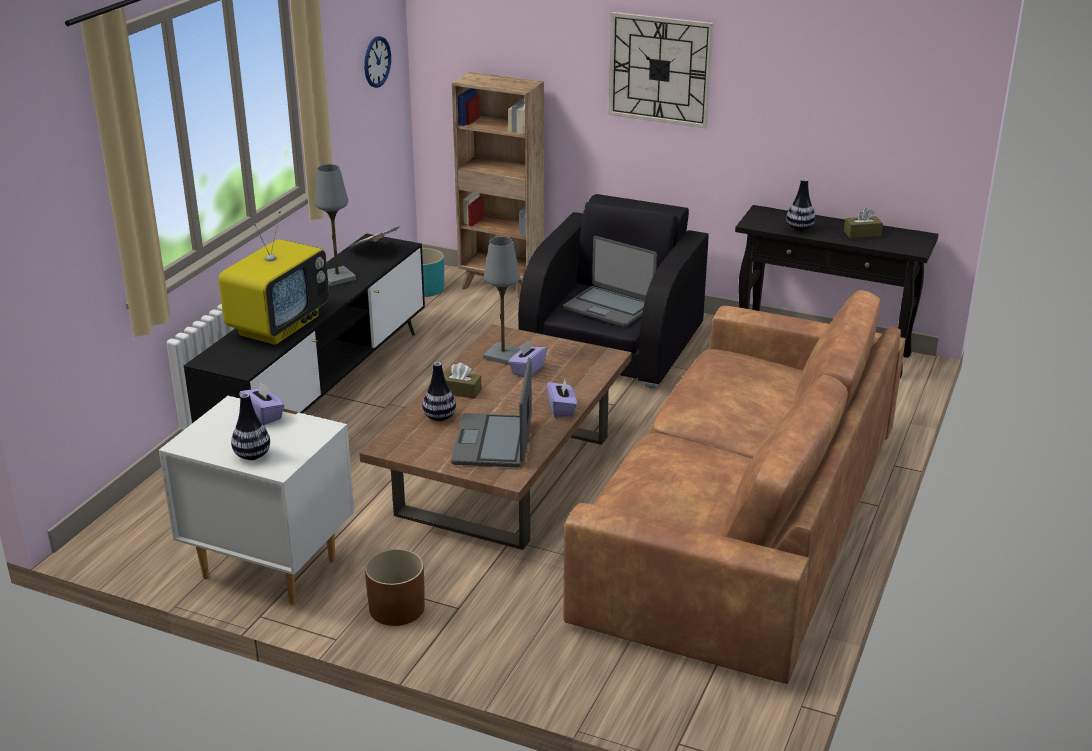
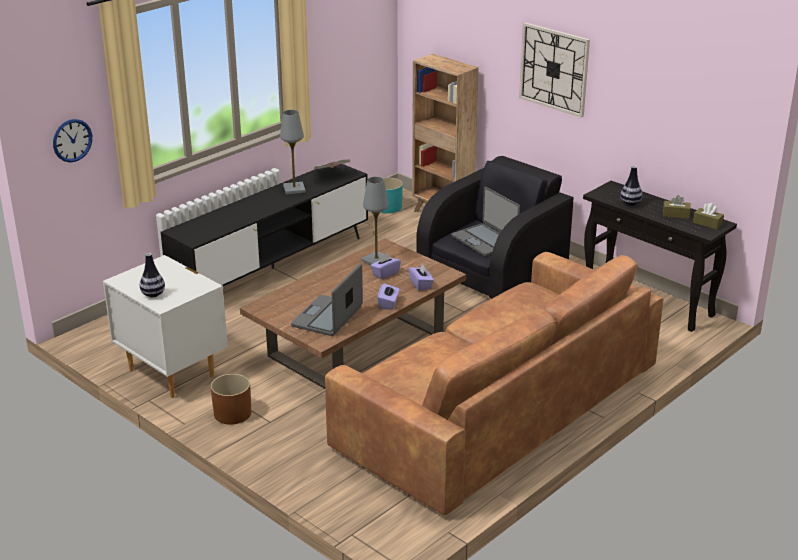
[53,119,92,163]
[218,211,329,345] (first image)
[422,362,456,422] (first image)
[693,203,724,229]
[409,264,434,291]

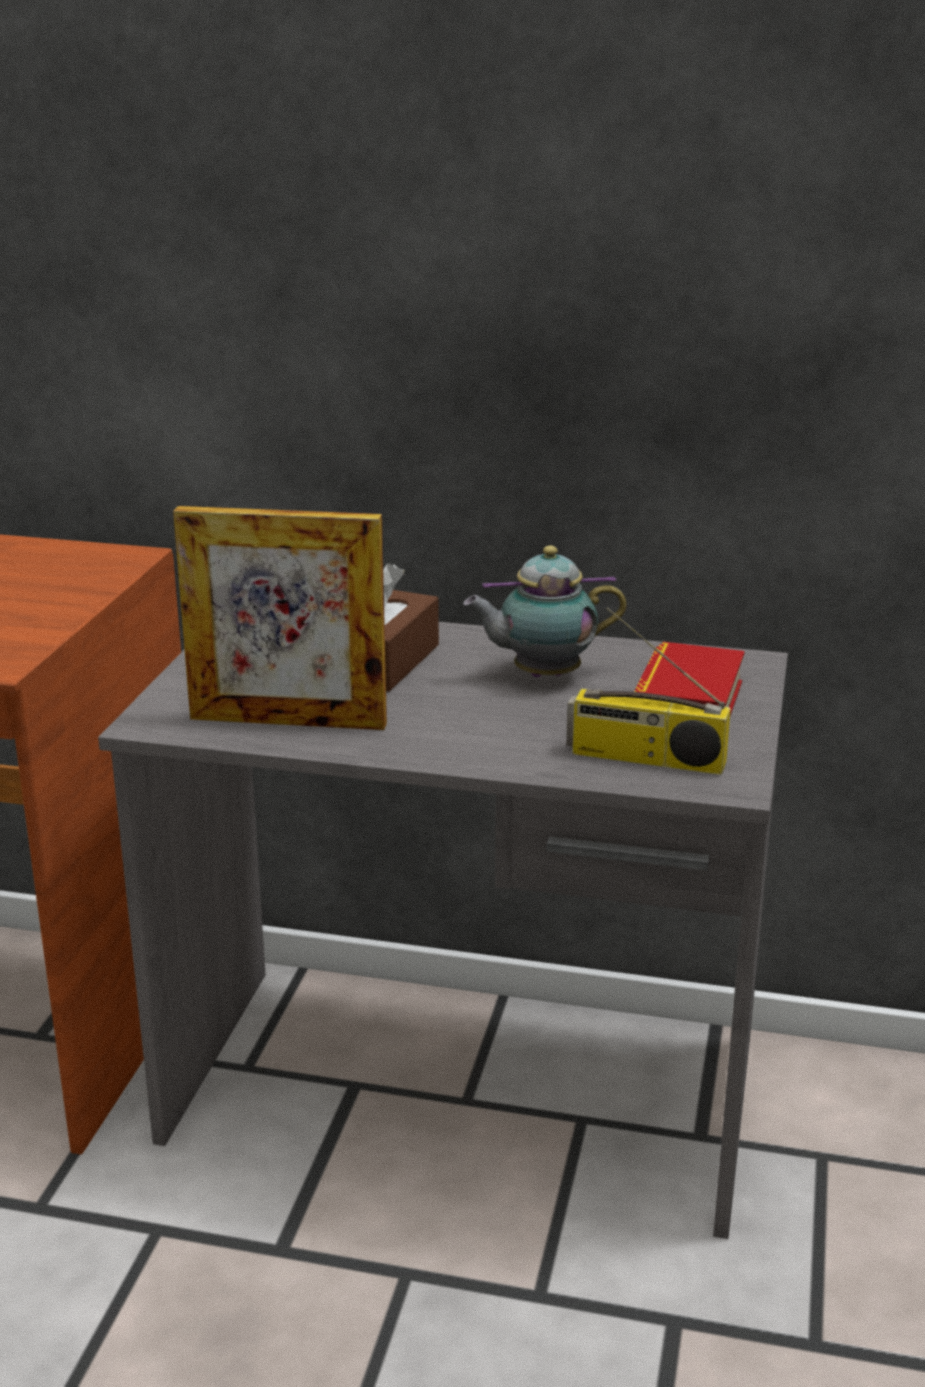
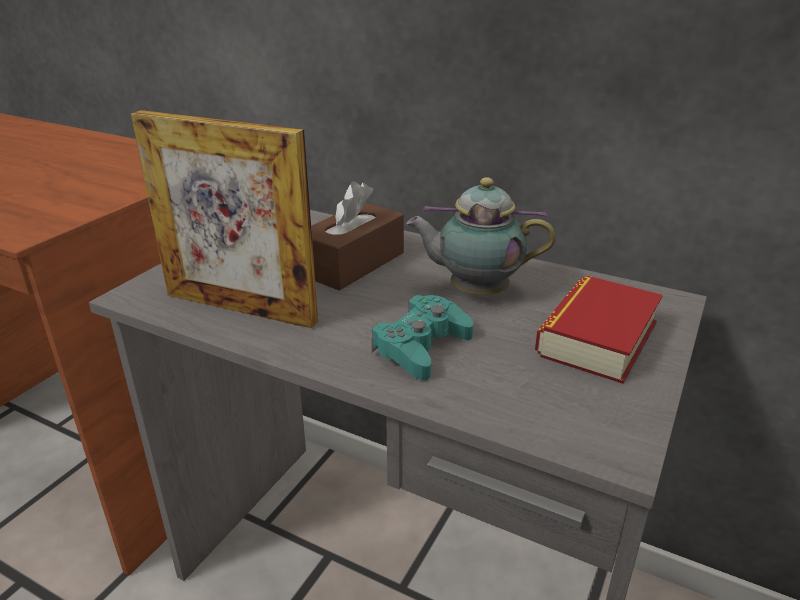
[566,607,731,775] (first image)
[371,295,473,380]

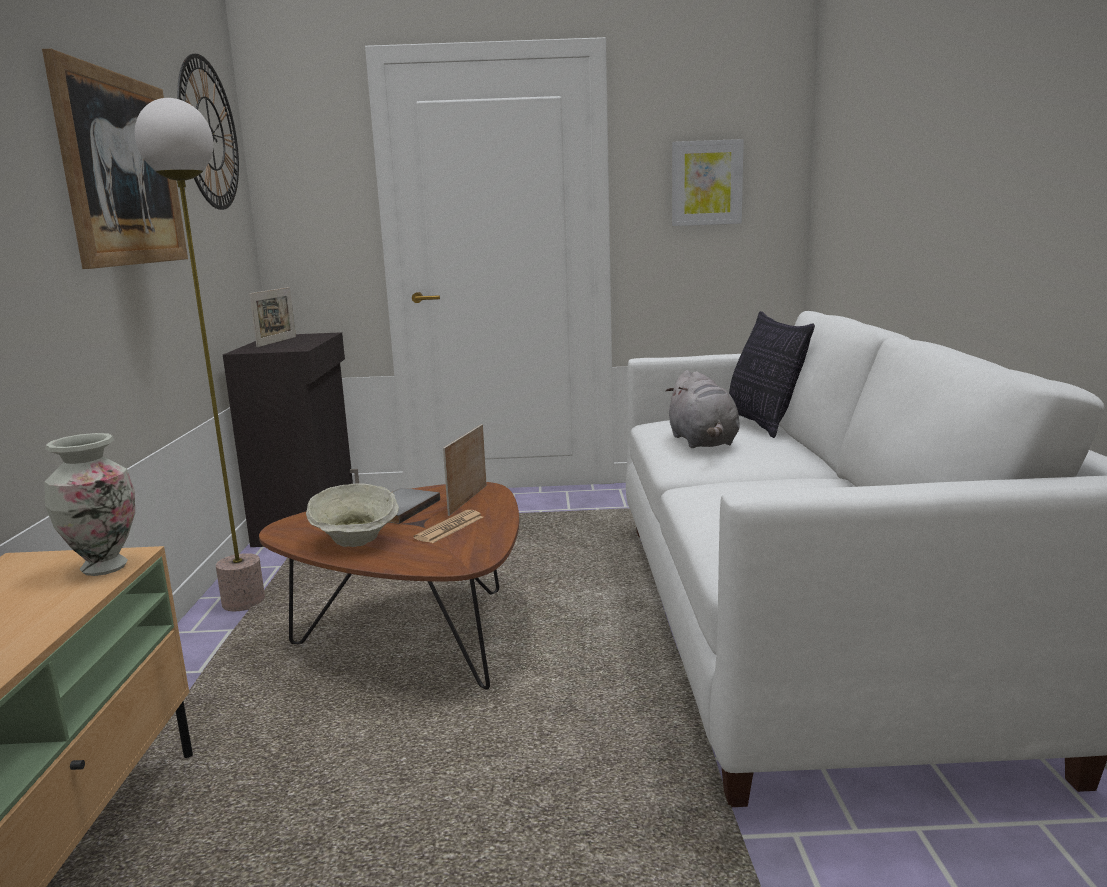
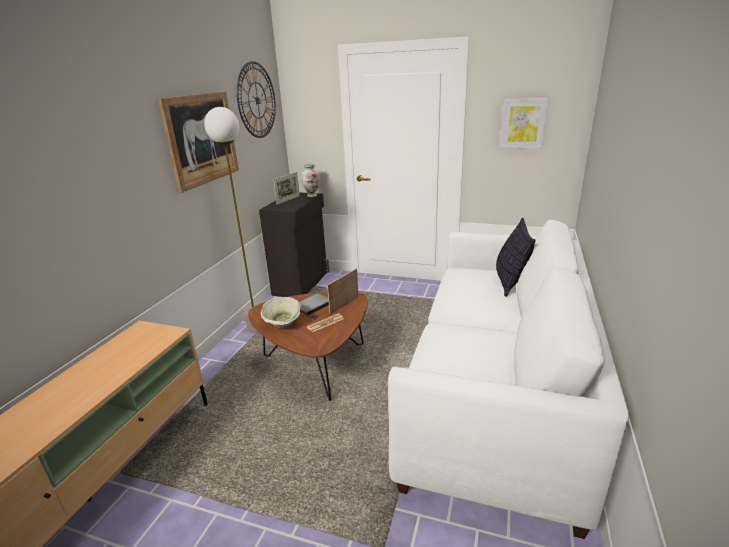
[666,370,740,448] (first image)
[301,163,320,197]

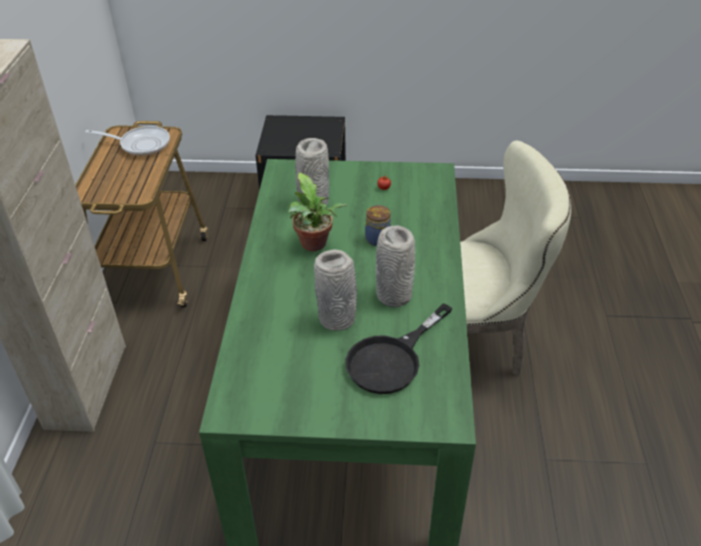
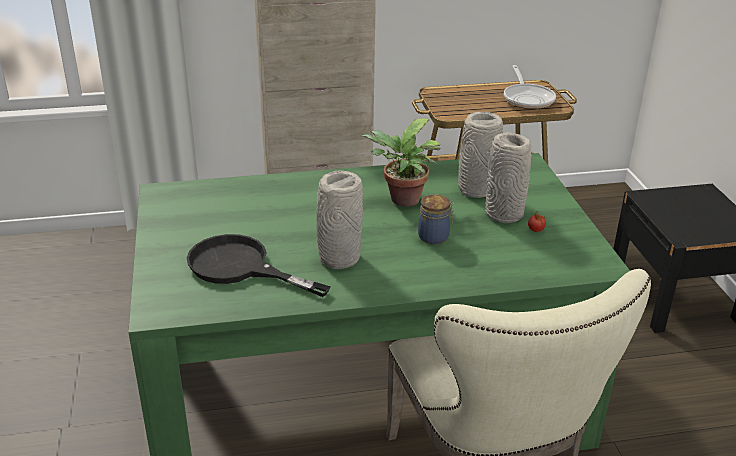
[485,132,531,223]

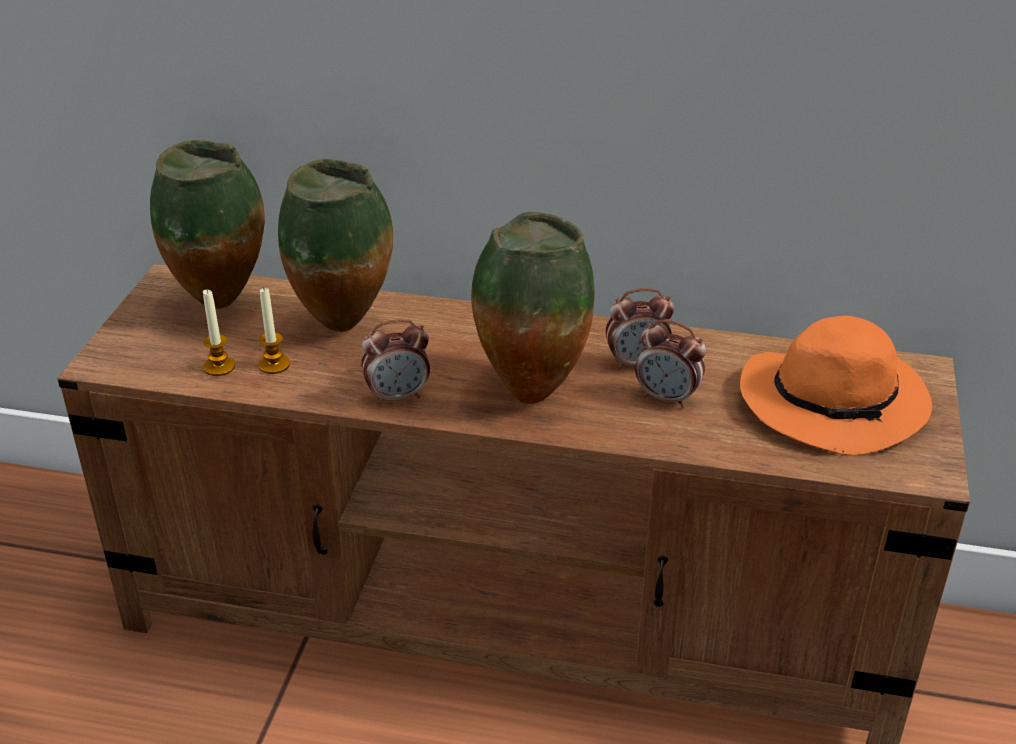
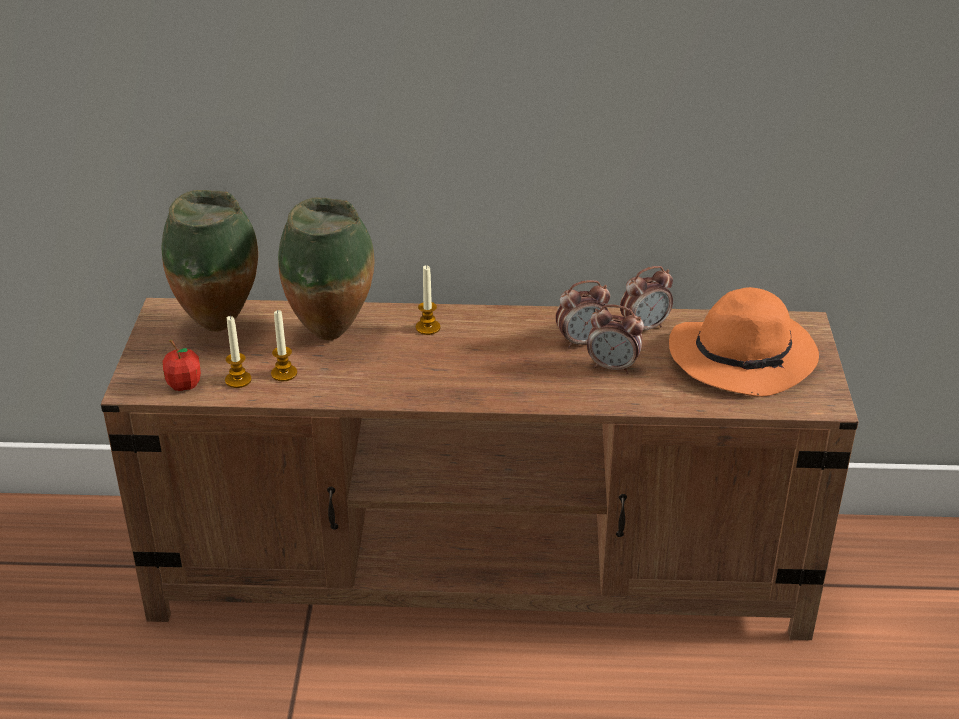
[471,212,594,404] (first image)
[620,266,673,330]
[416,265,440,335]
[162,340,201,391]

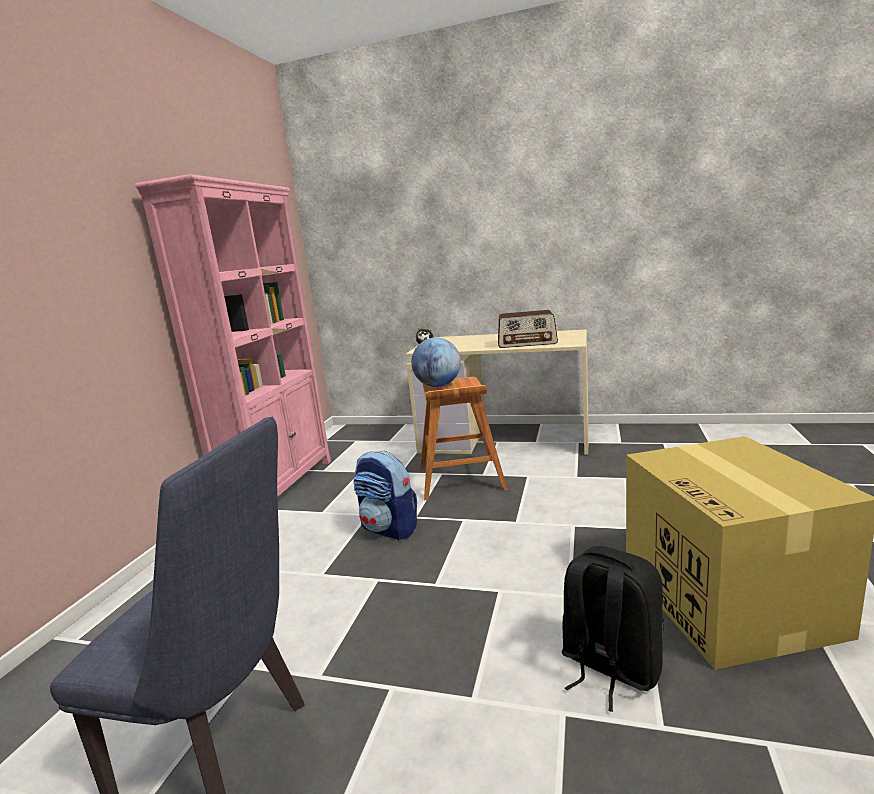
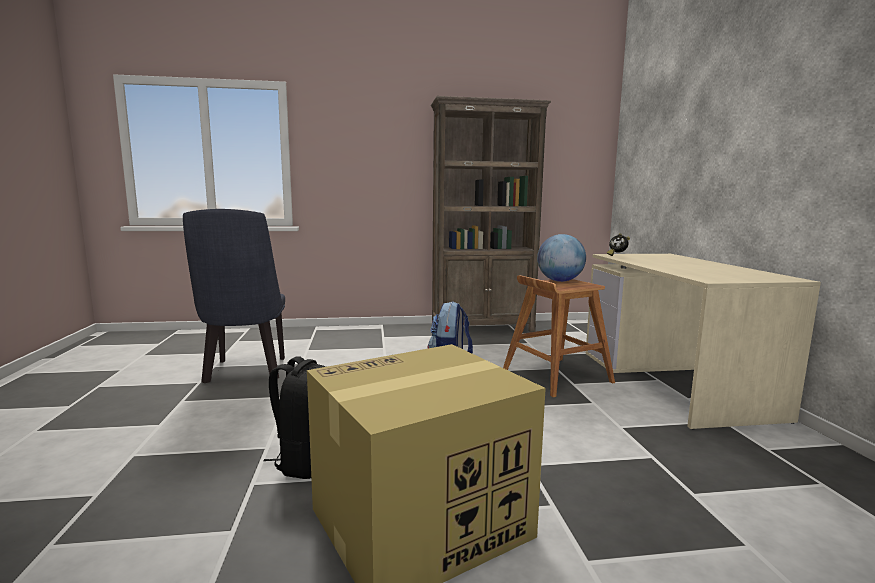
[431,96,551,332]
[498,310,558,348] (first image)

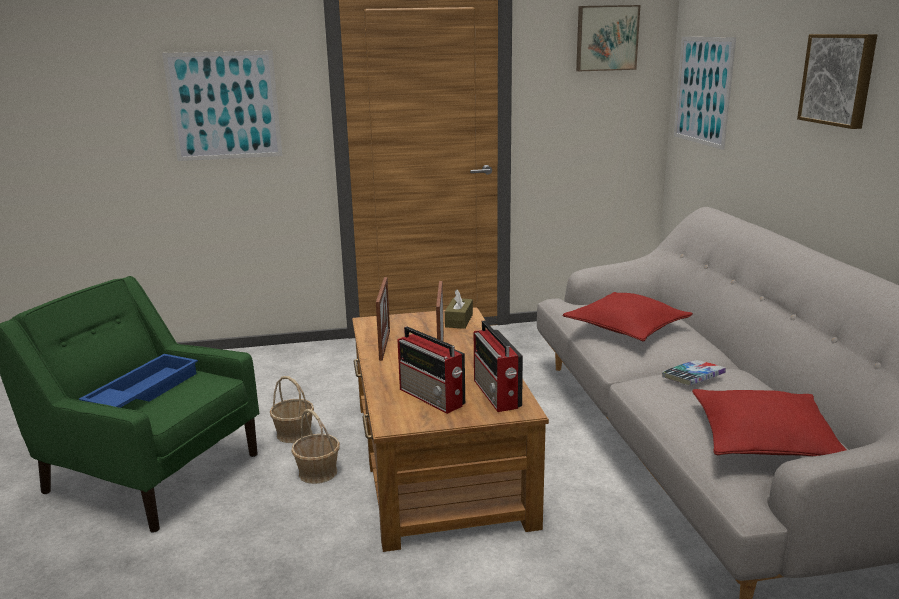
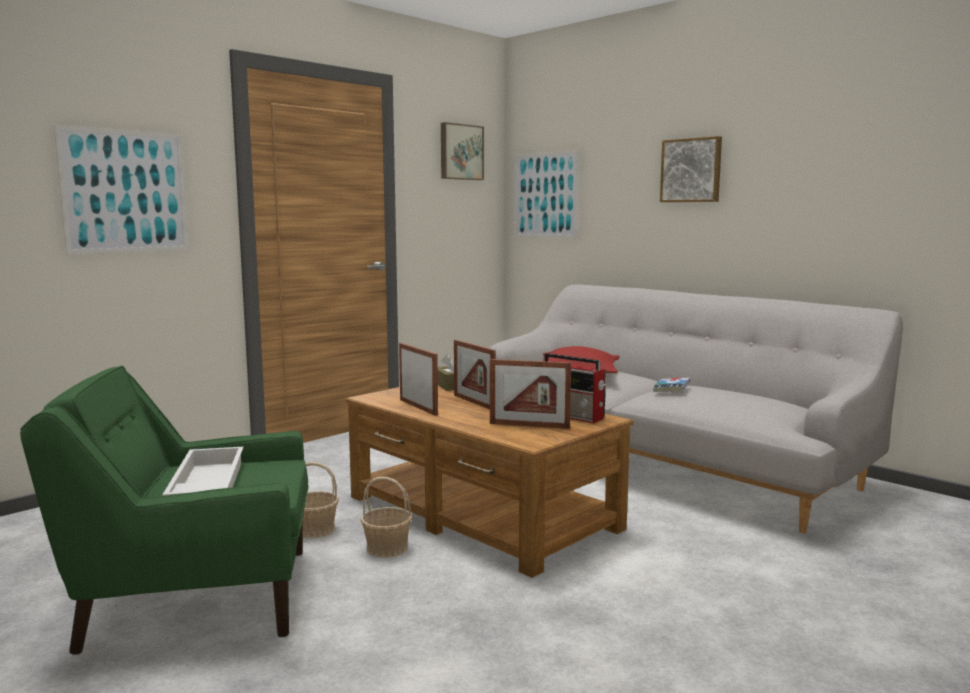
[490,359,571,429]
[162,447,243,496]
[692,389,847,456] (first image)

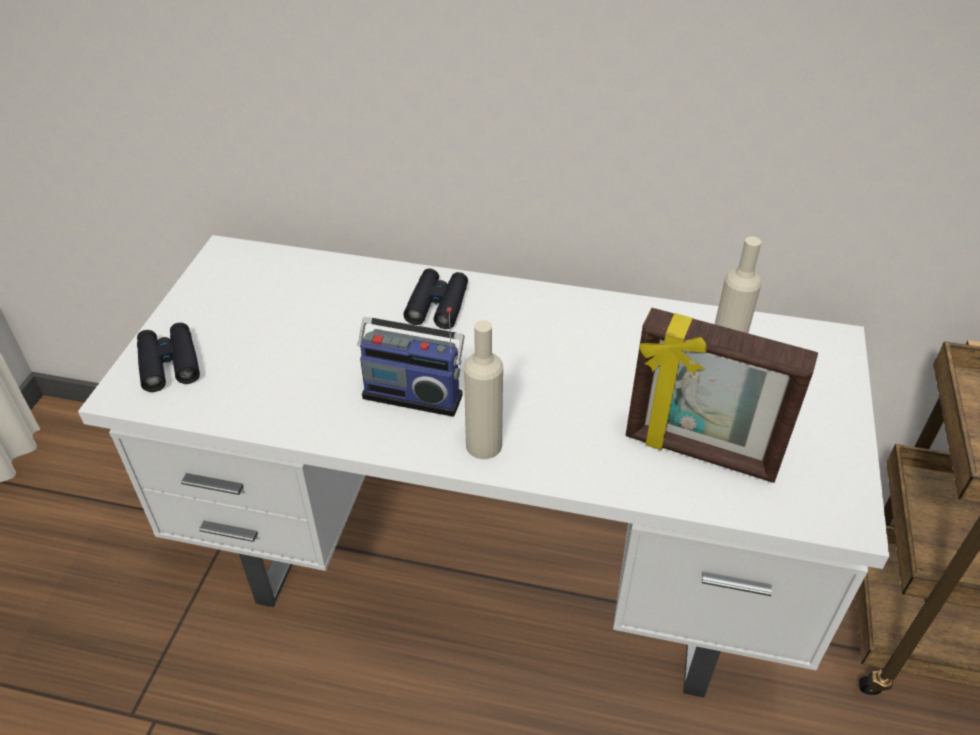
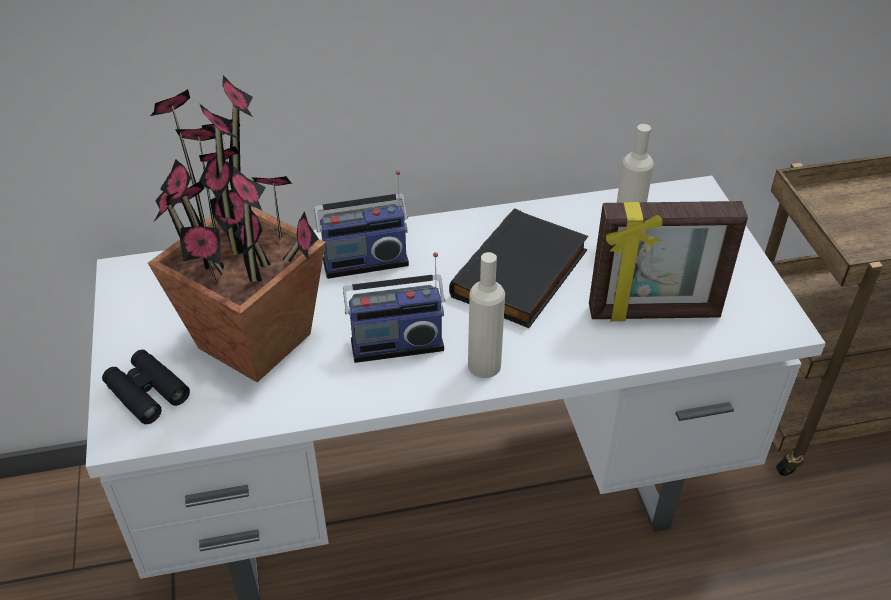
[314,170,409,279]
[148,75,326,382]
[449,208,589,328]

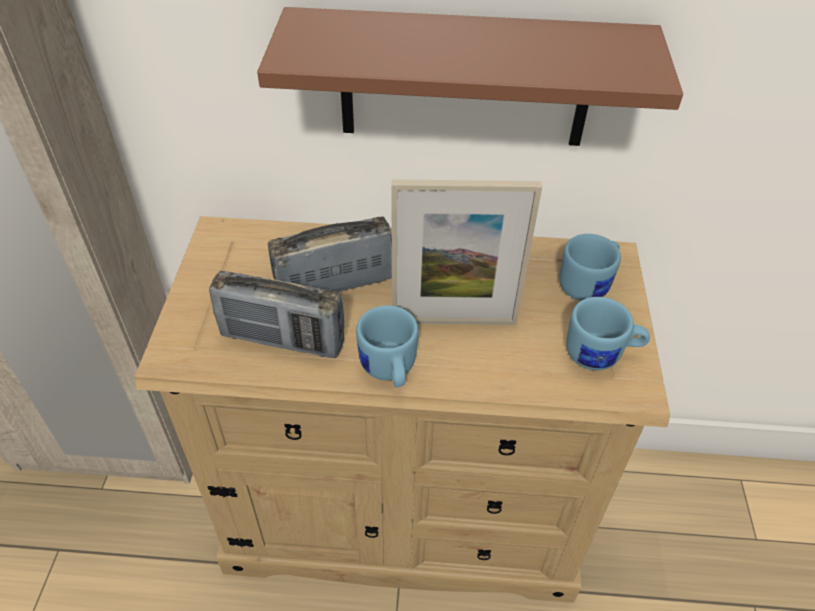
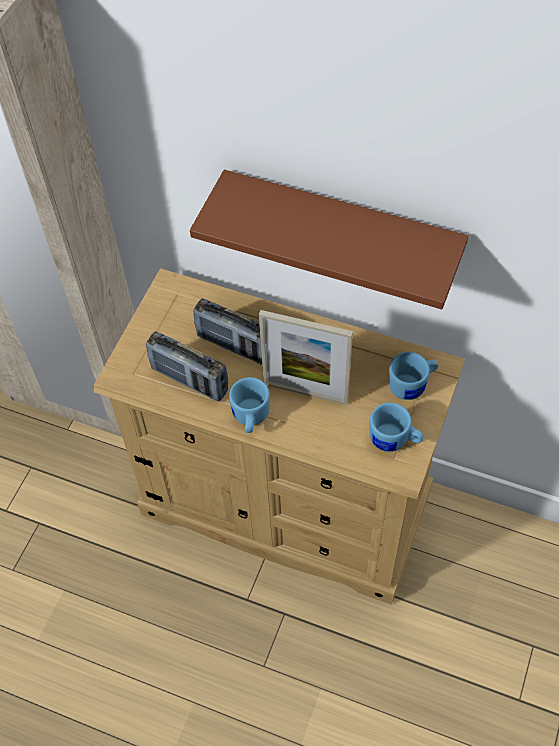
[193,298,262,365]

